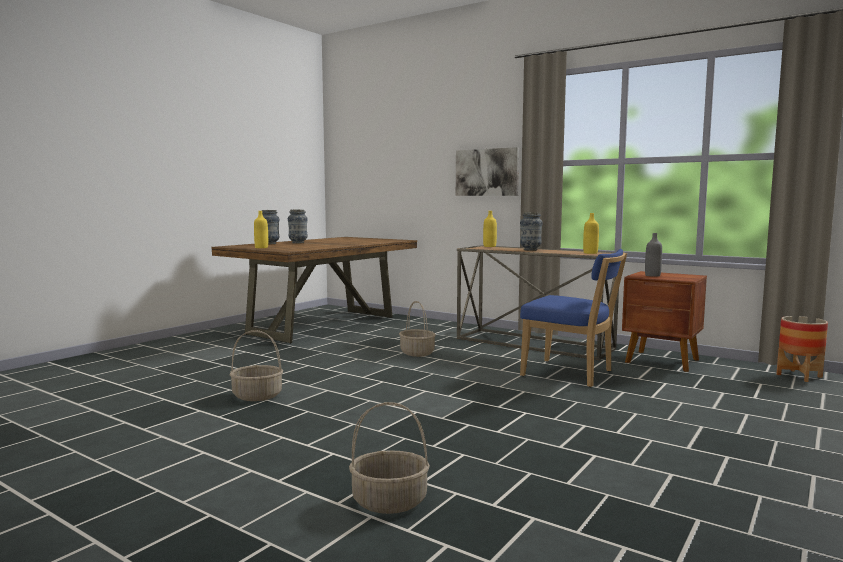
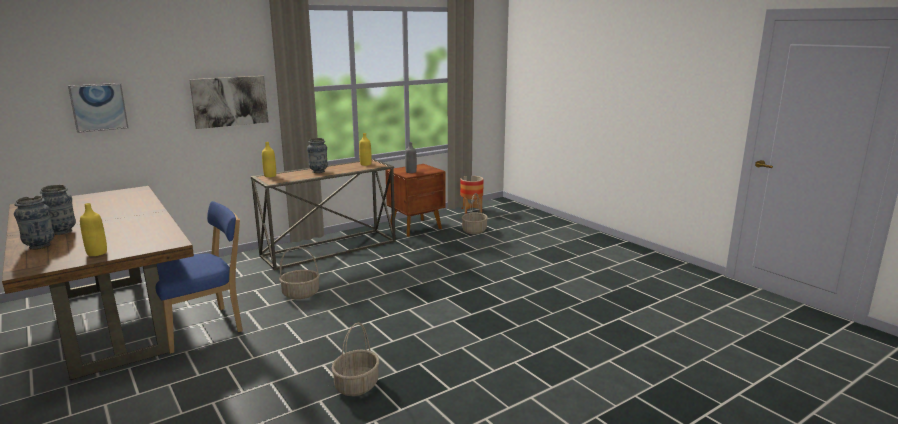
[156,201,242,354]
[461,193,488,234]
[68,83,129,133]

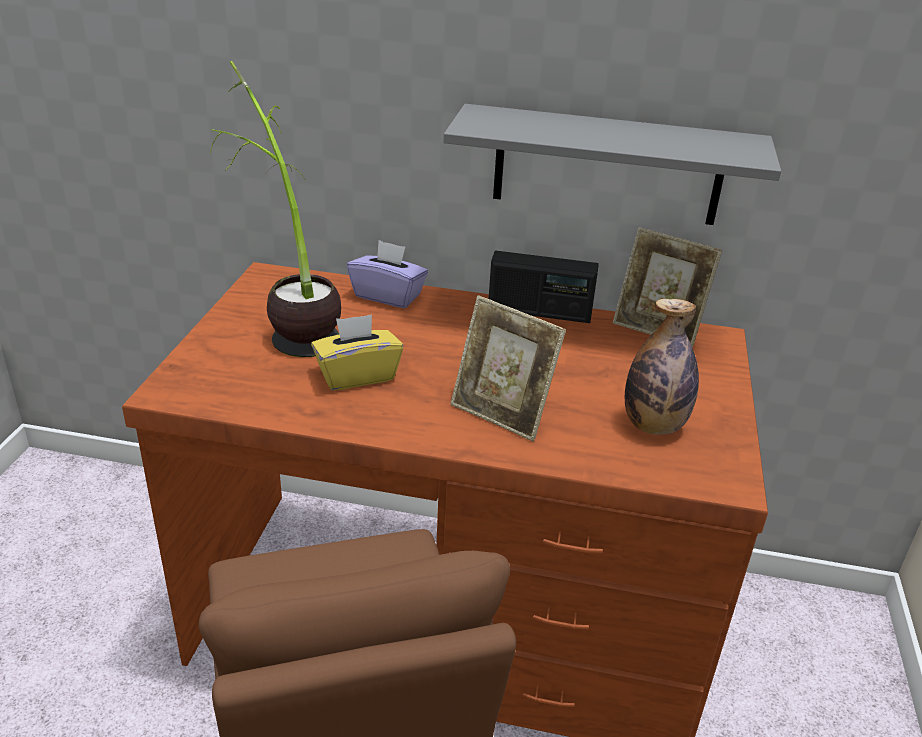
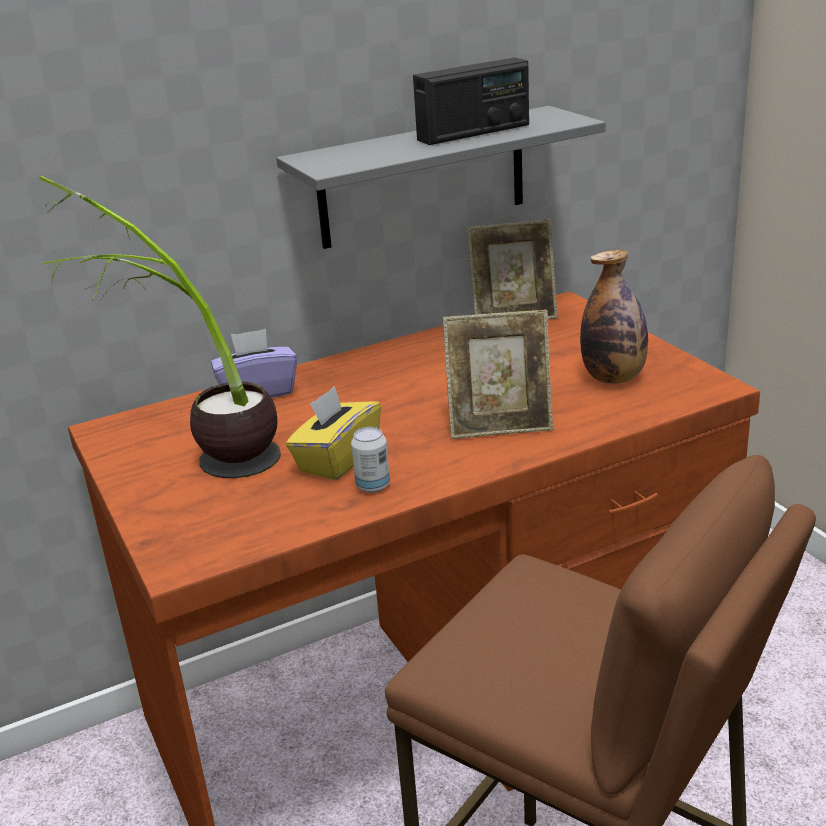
[413,57,529,145]
[351,427,390,493]

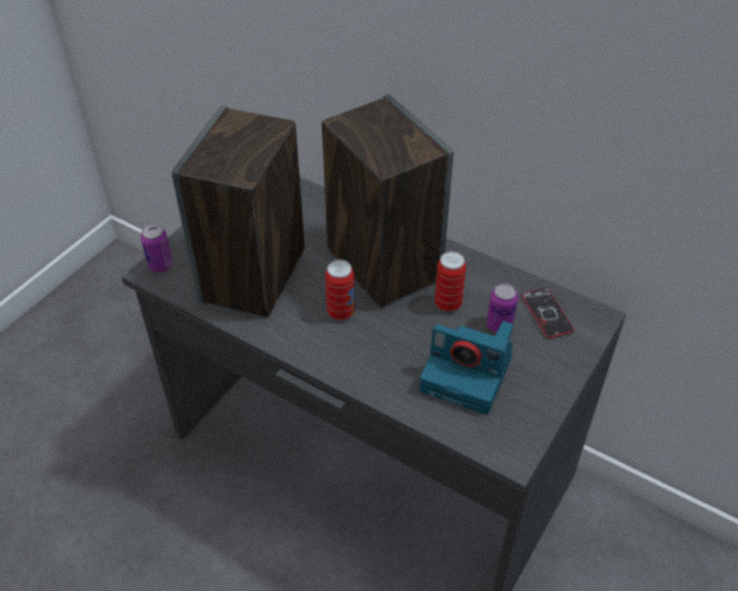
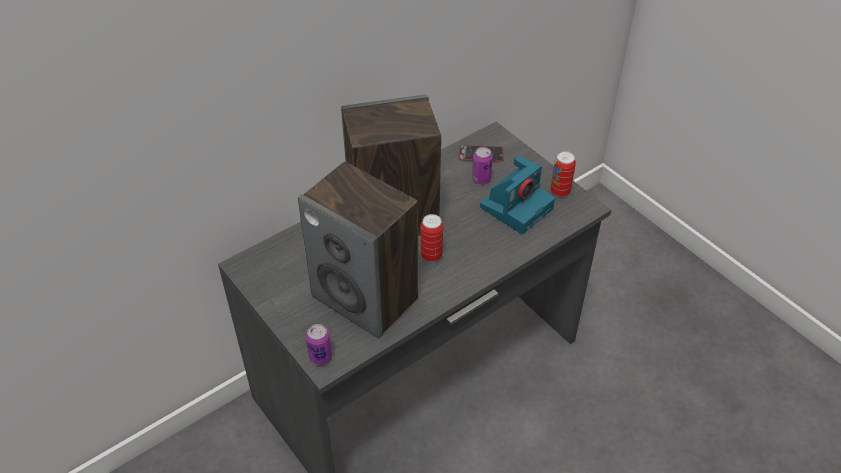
[551,151,576,197]

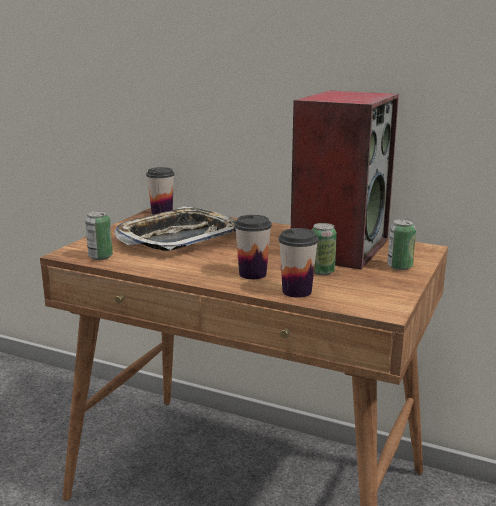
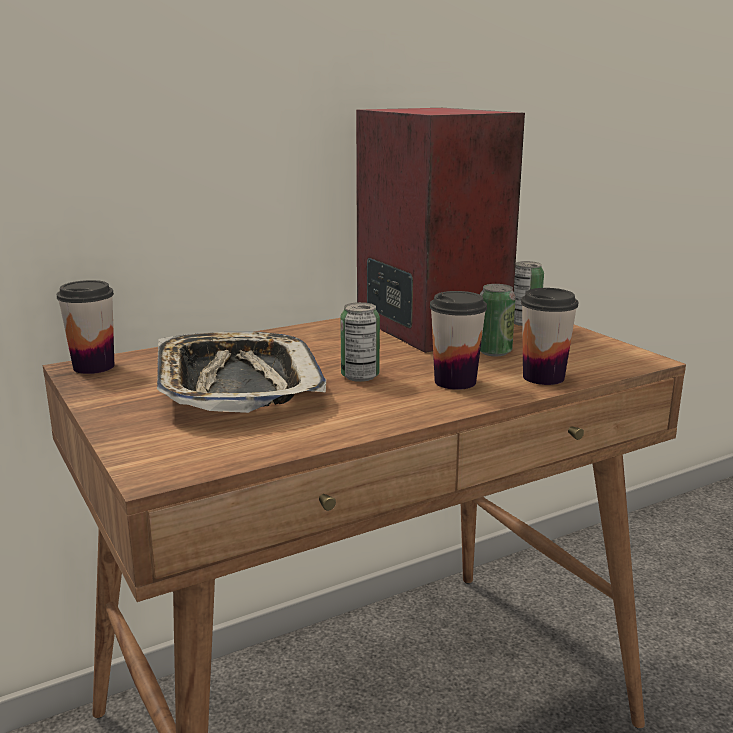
[340,302,380,382]

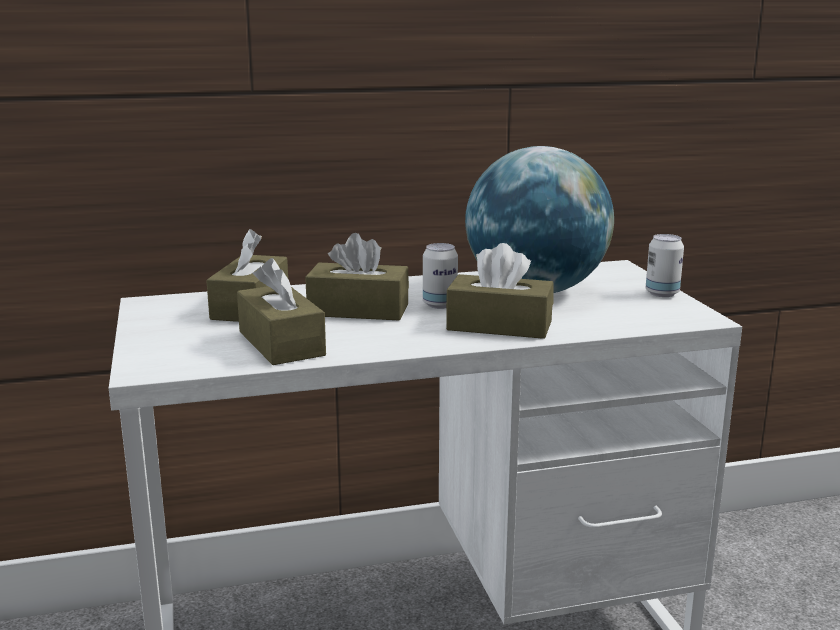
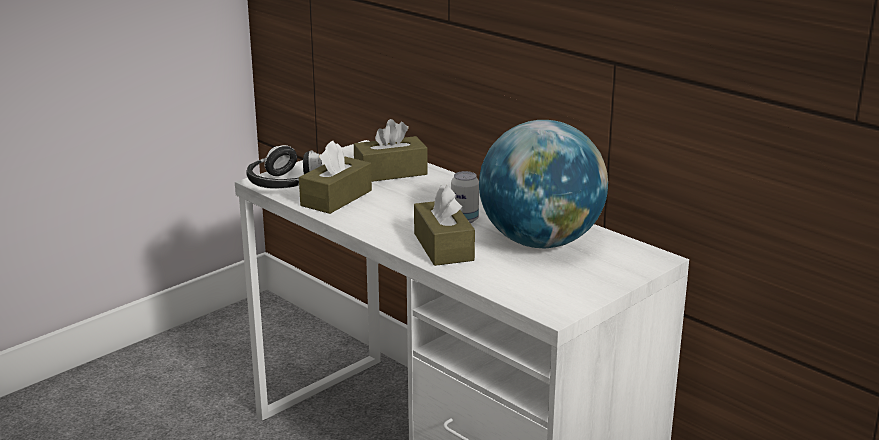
[305,233,409,320] (first image)
[646,234,684,297] (first image)
[246,145,323,189]

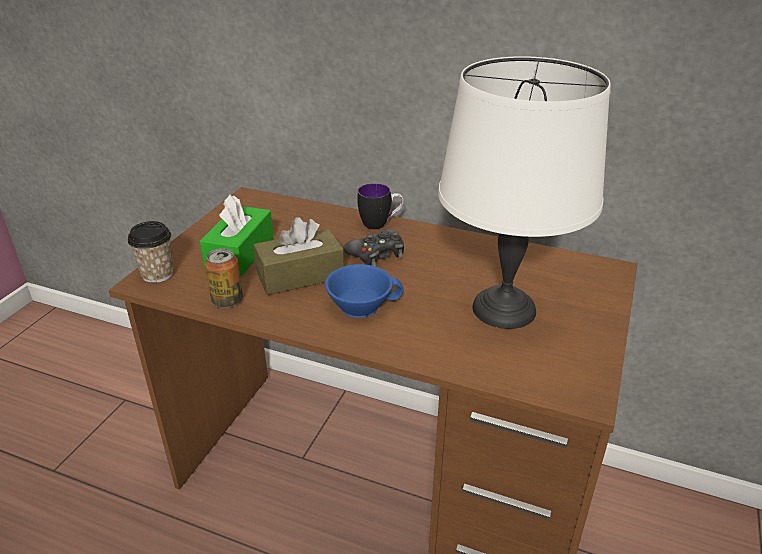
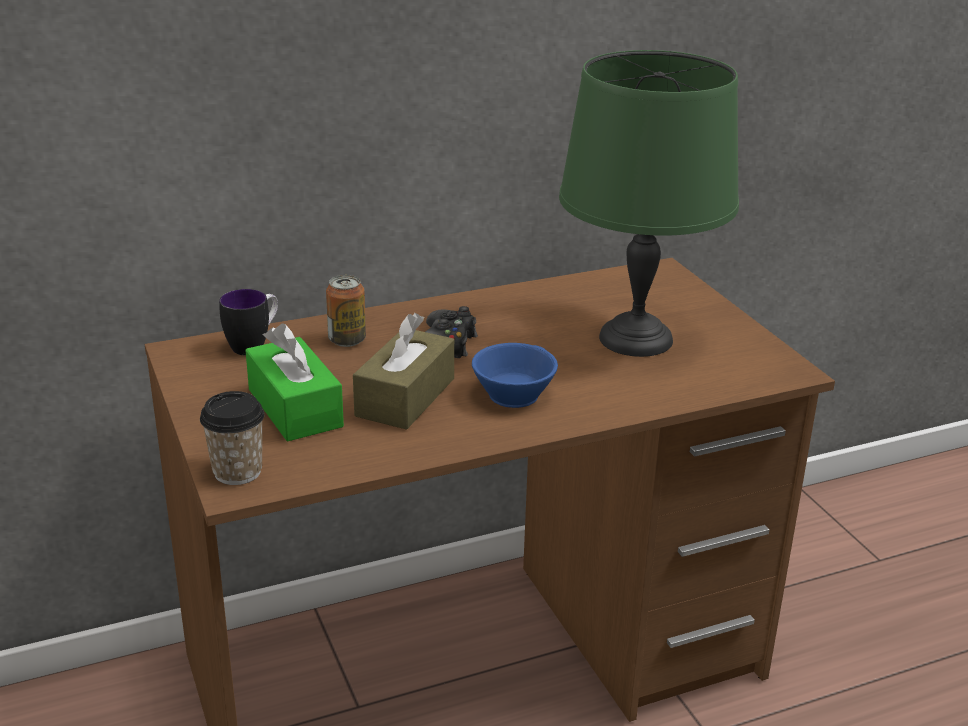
[559,50,739,357]
[219,289,278,355]
[326,275,366,347]

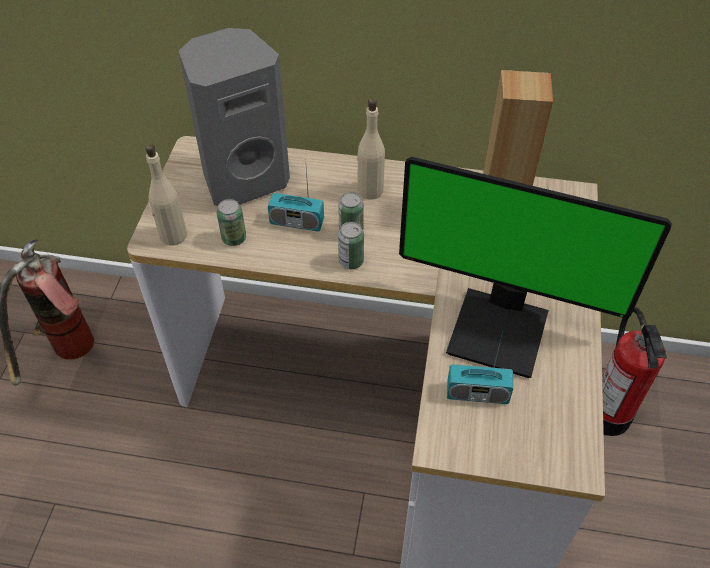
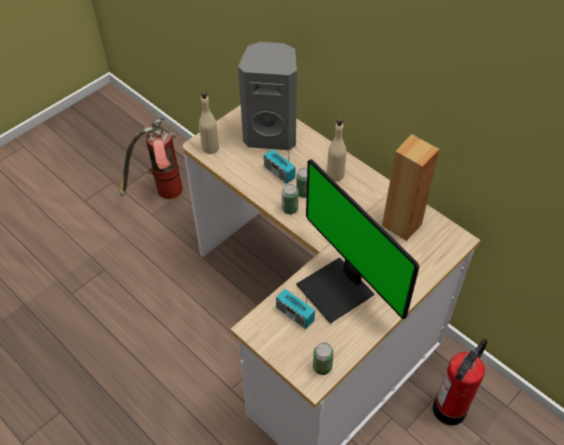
[313,343,334,375]

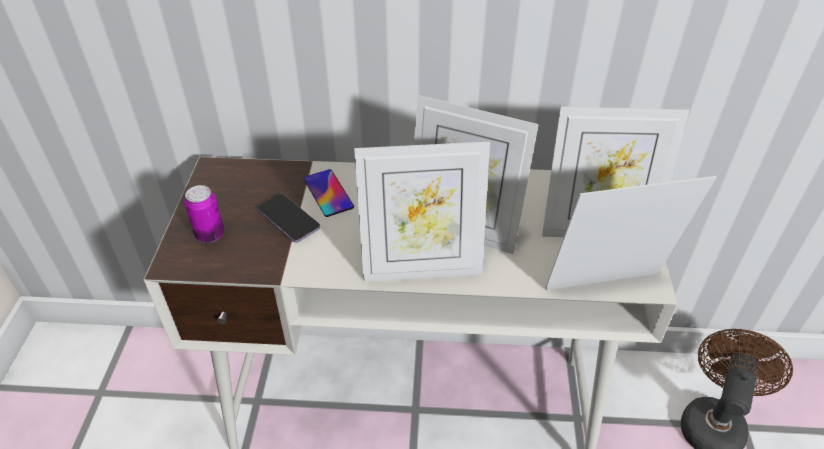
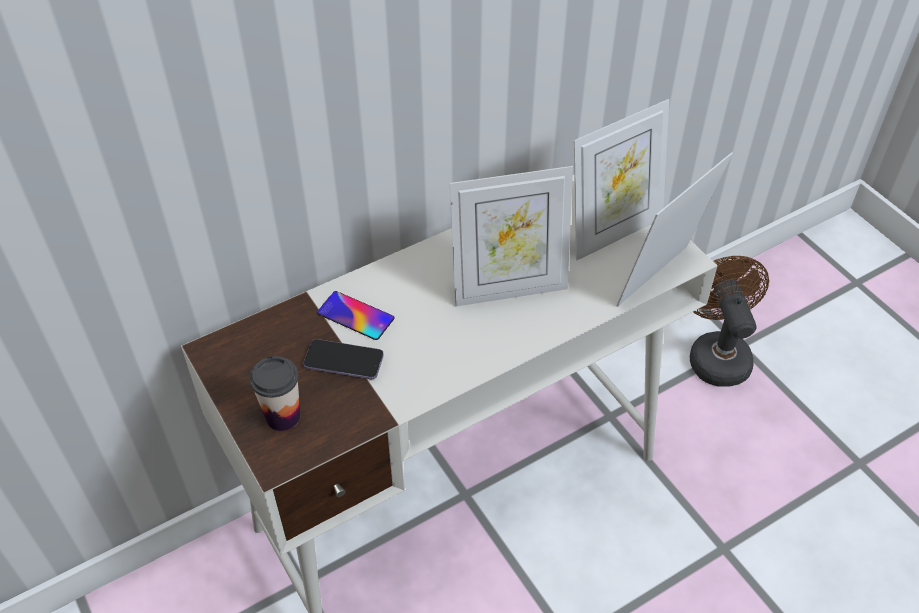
[354,141,490,282] (first image)
[249,356,300,431]

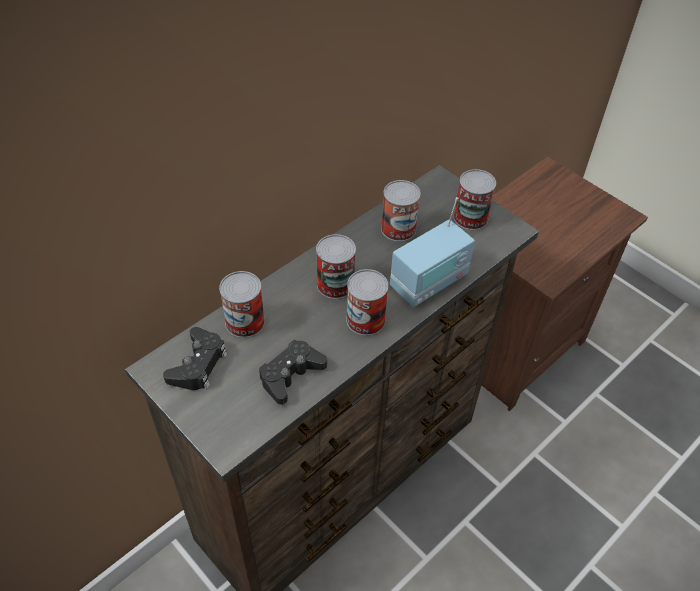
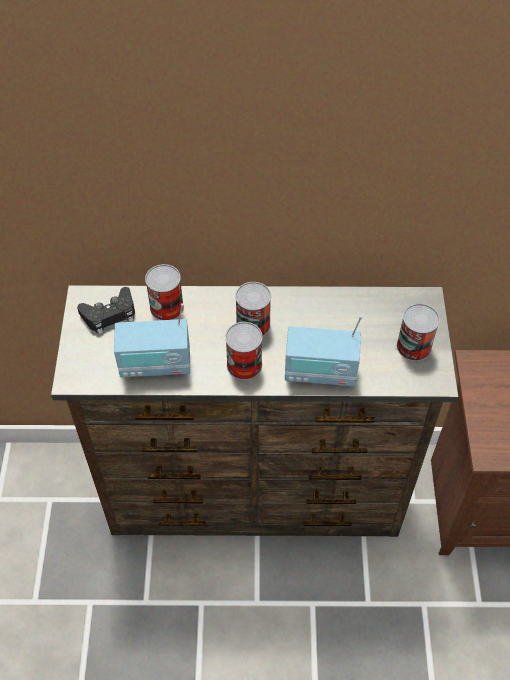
[381,180,421,242] (first image)
[114,303,190,378]

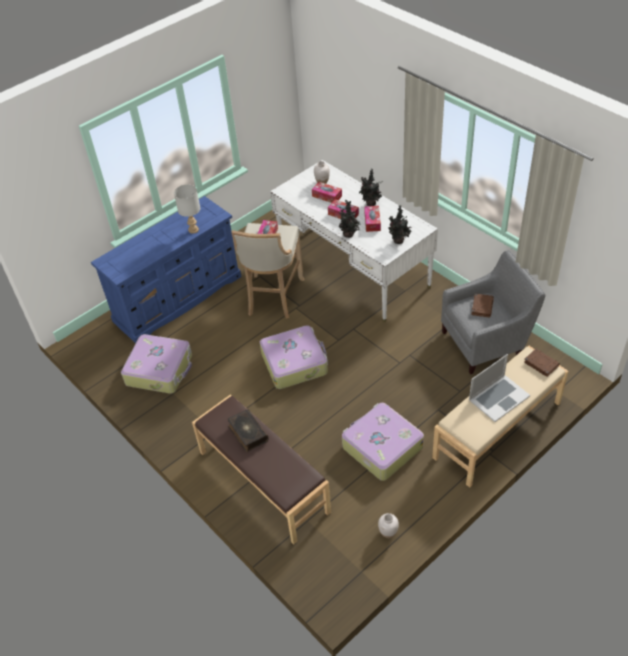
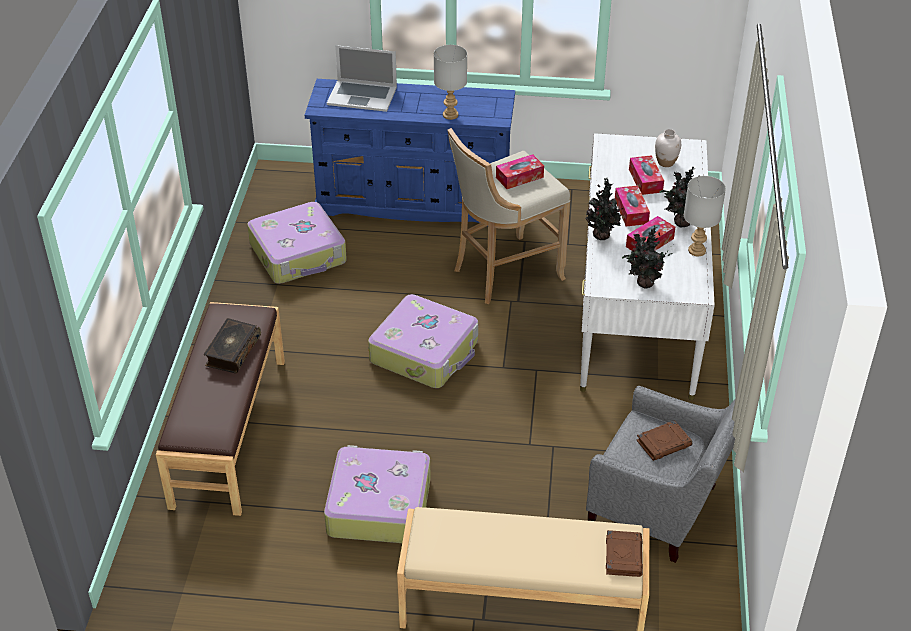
[327,45,397,112]
[378,513,399,538] (first image)
[684,176,726,256]

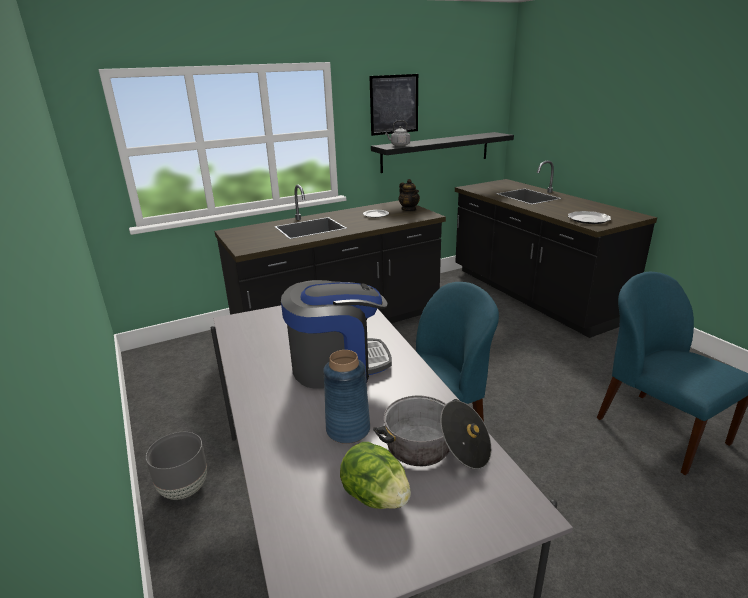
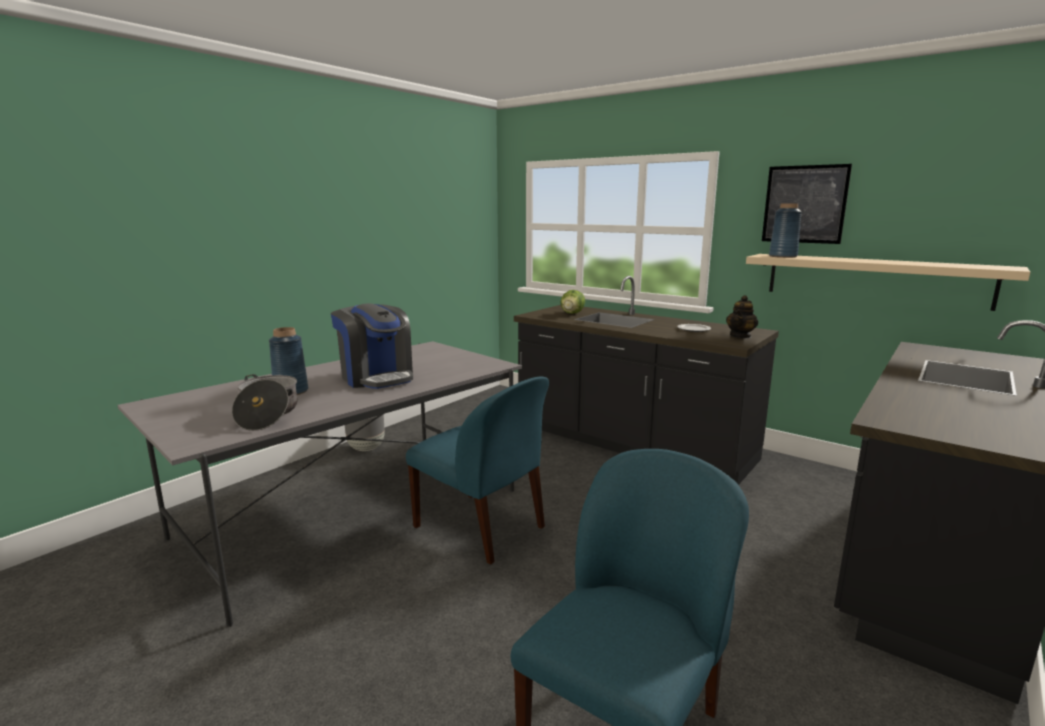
[769,203,802,258]
[746,254,1030,311]
[568,211,611,224] (first image)
[560,290,585,314]

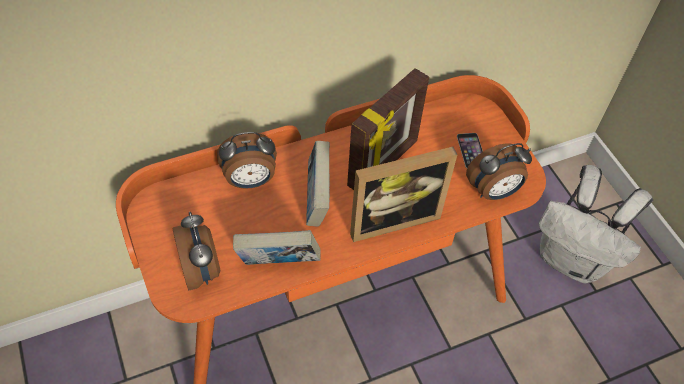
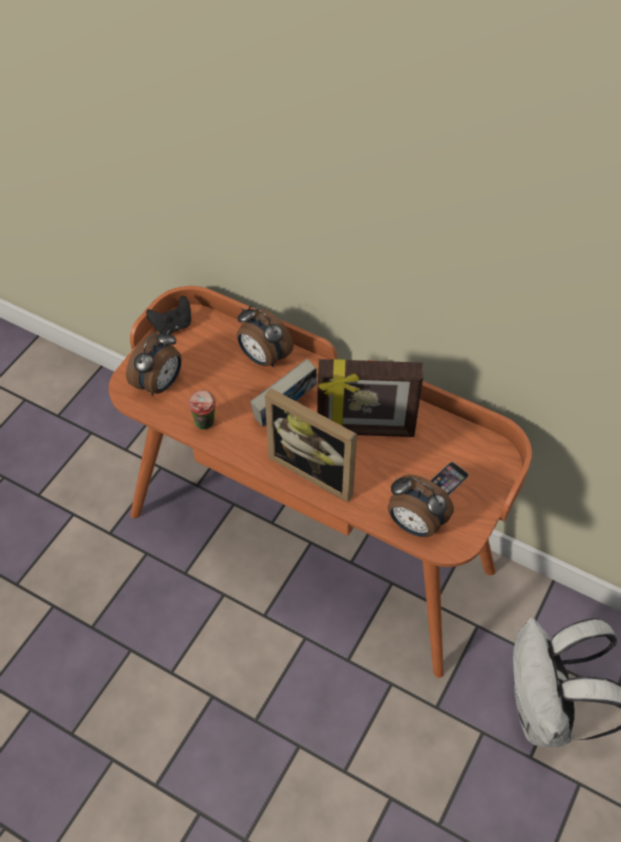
[188,390,216,430]
[146,296,191,334]

